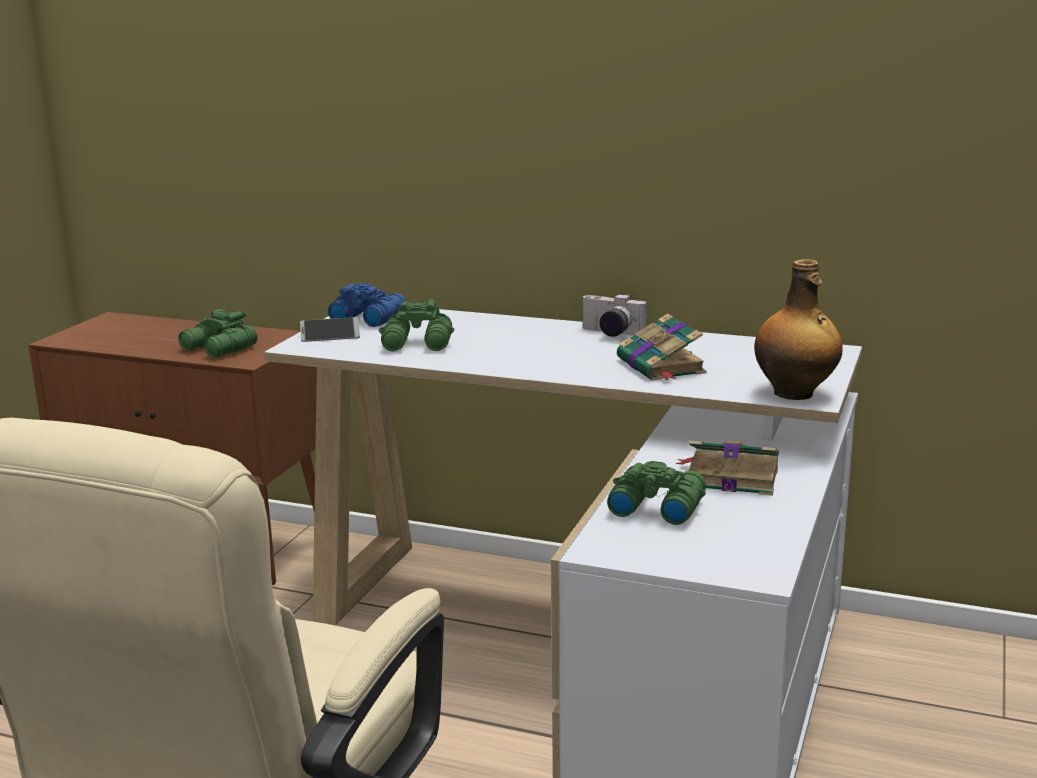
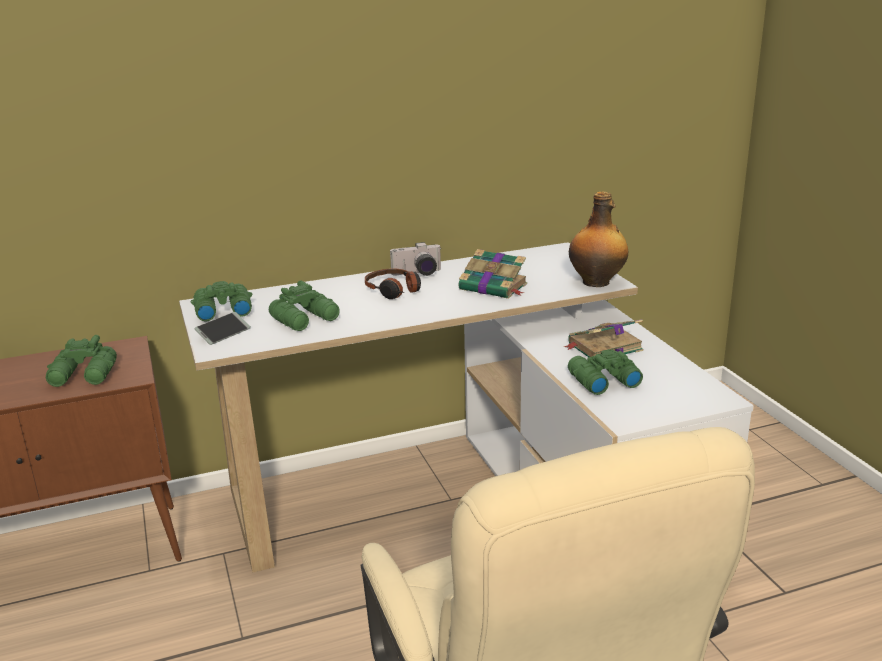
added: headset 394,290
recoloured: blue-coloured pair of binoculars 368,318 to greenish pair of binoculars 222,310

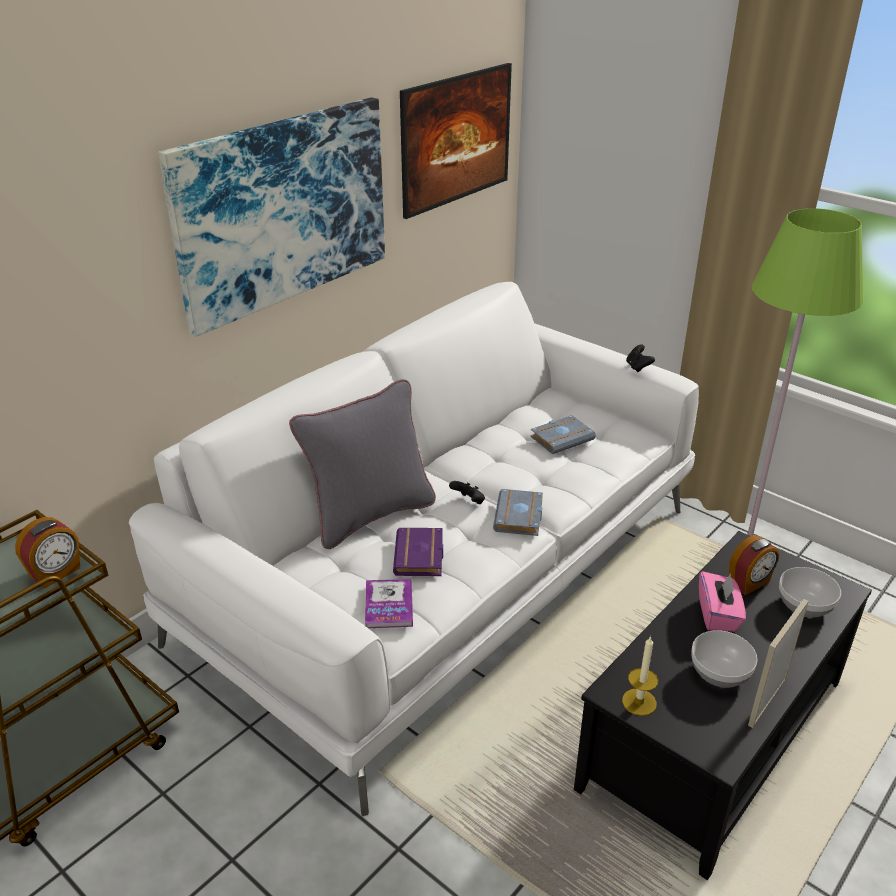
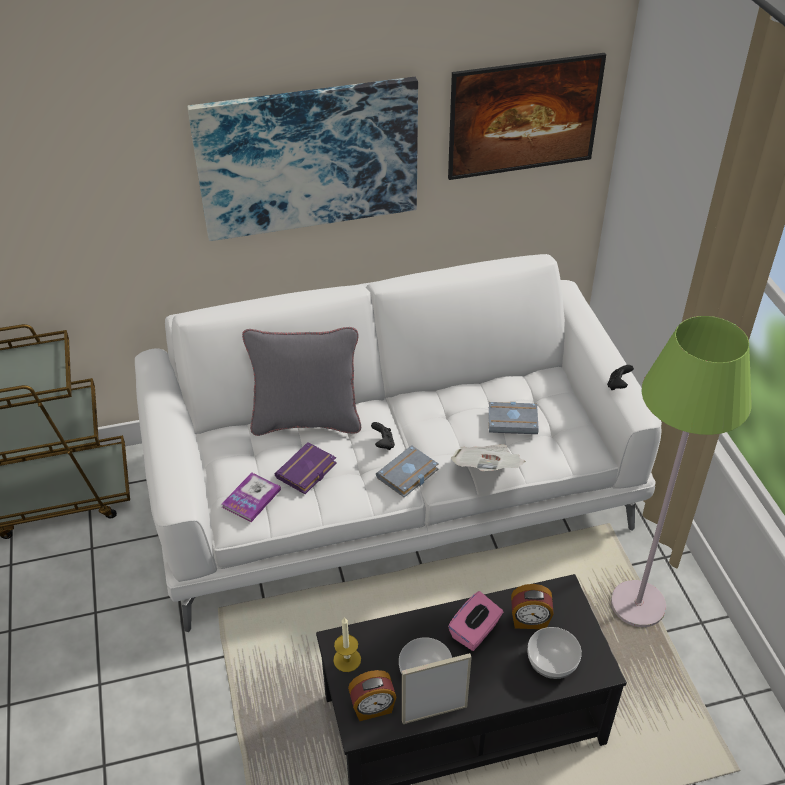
added: newspaper 487,470
moved: alarm clock 56,573 to 373,708

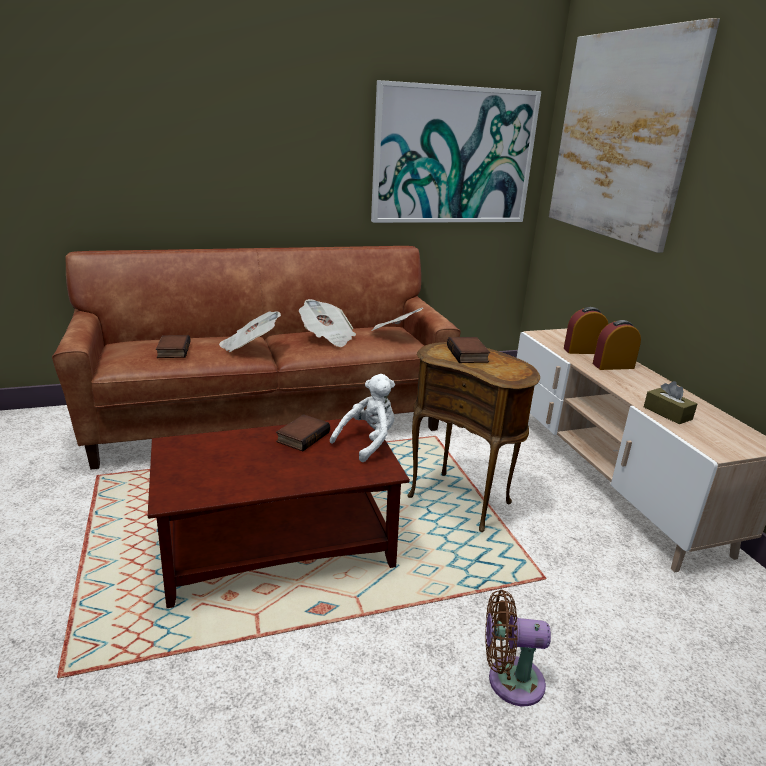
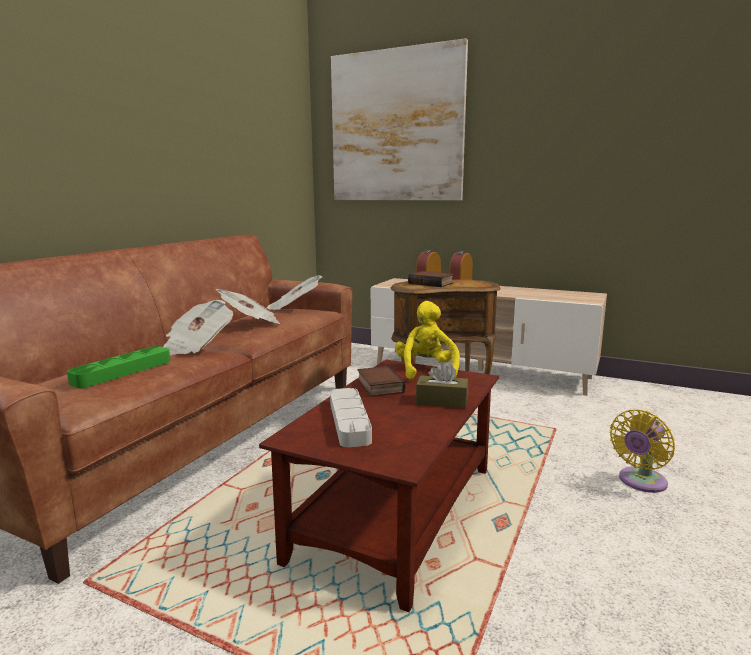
removed: wall art 453,156
added: gray carrying tray 349,421
moved: brown tissue box 667,413 to 442,401
replaced: book 172,350 to greenish carrying tray 122,371
recoloured: white plush toy 368,442 to yellowish plush toy 426,370; brown fan 509,680 to yellowish fan 640,482

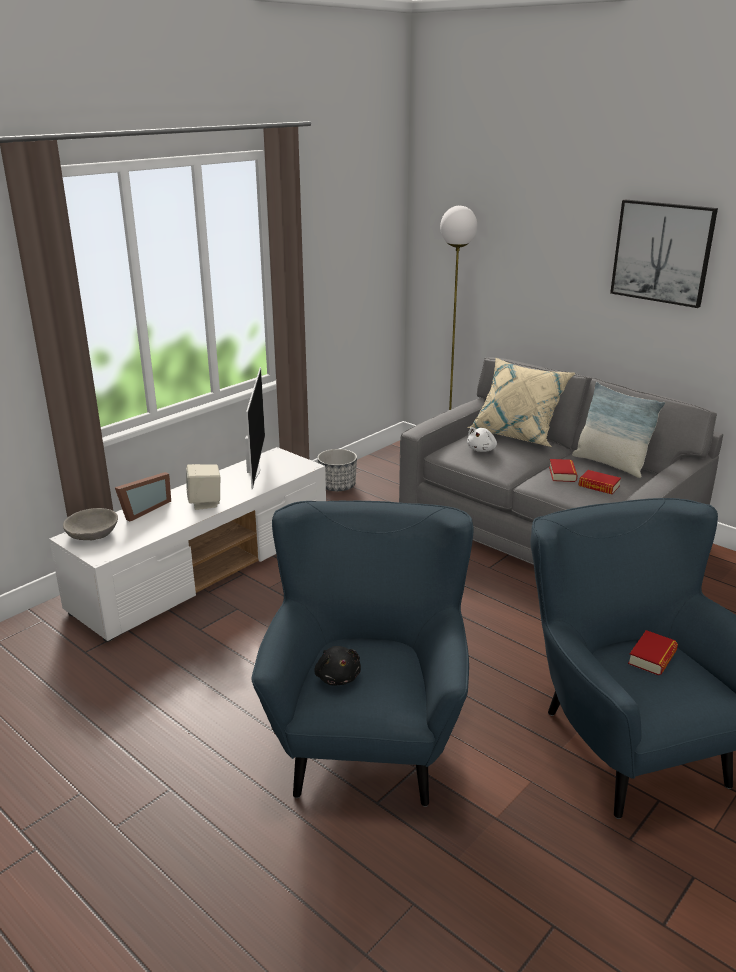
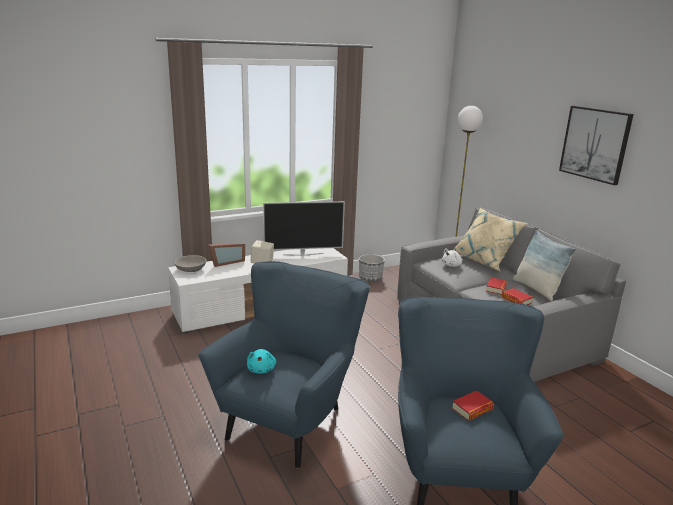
recoloured: blackish plush toy 337,677 to blue-green plush toy 261,369
turned: TV 253,471 = 303,254 60 degrees clockwise

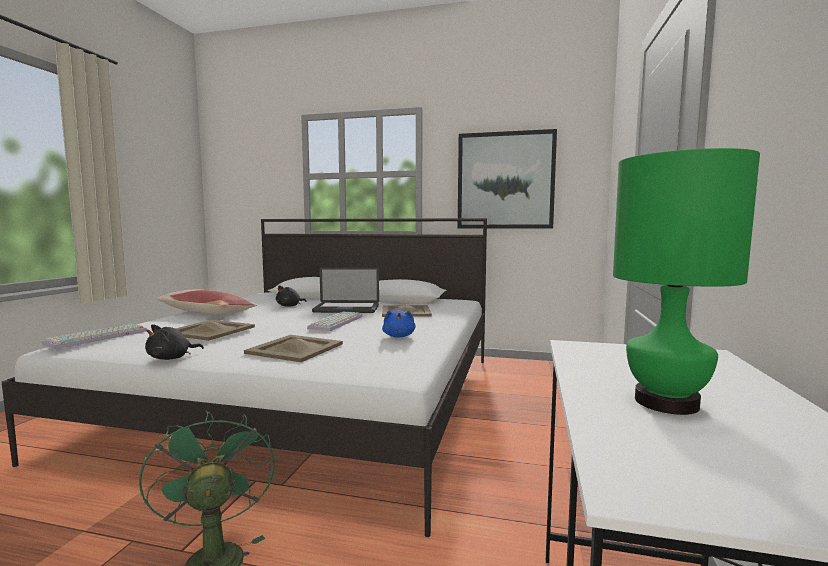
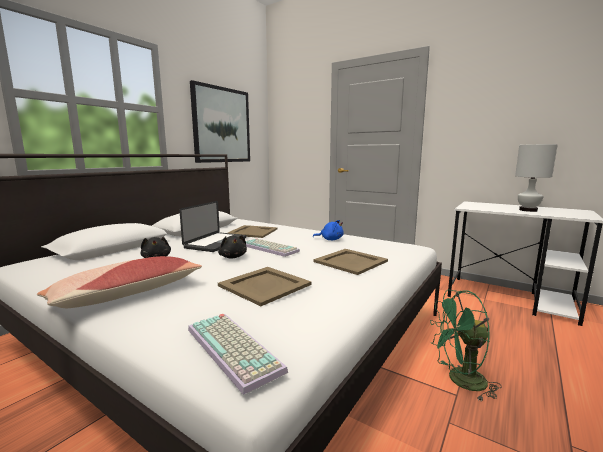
moved: blackish plush toy 172,358 to 233,257
recoloured: greenish lamp for a table 665,402 to white lamp for a table 527,210

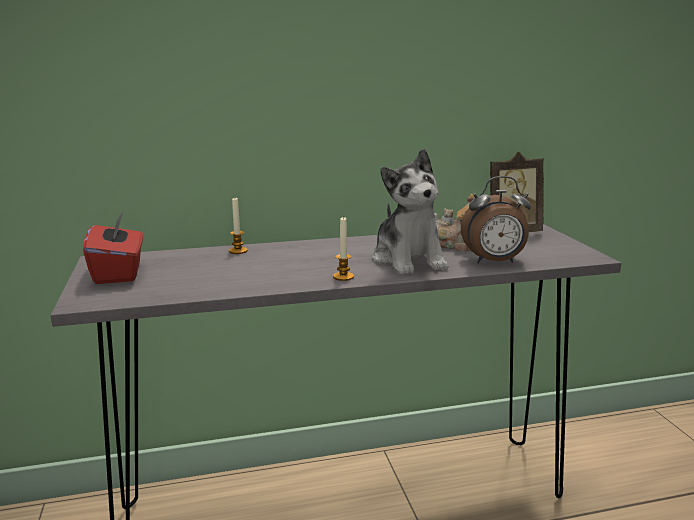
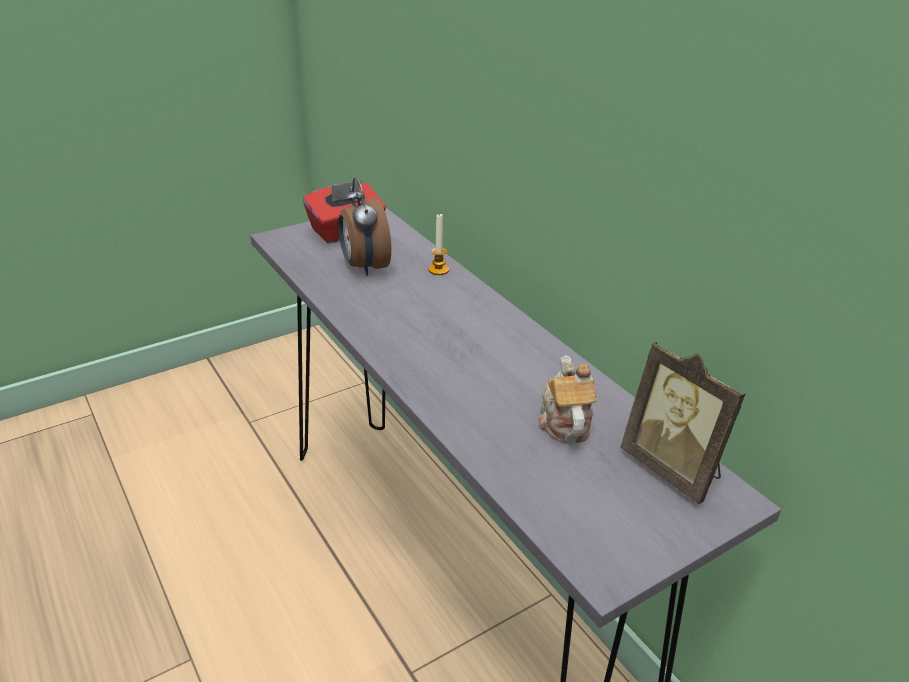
removed: wax light 343,277; plush toy 408,260
moved: alarm clock 494,262 to 364,266

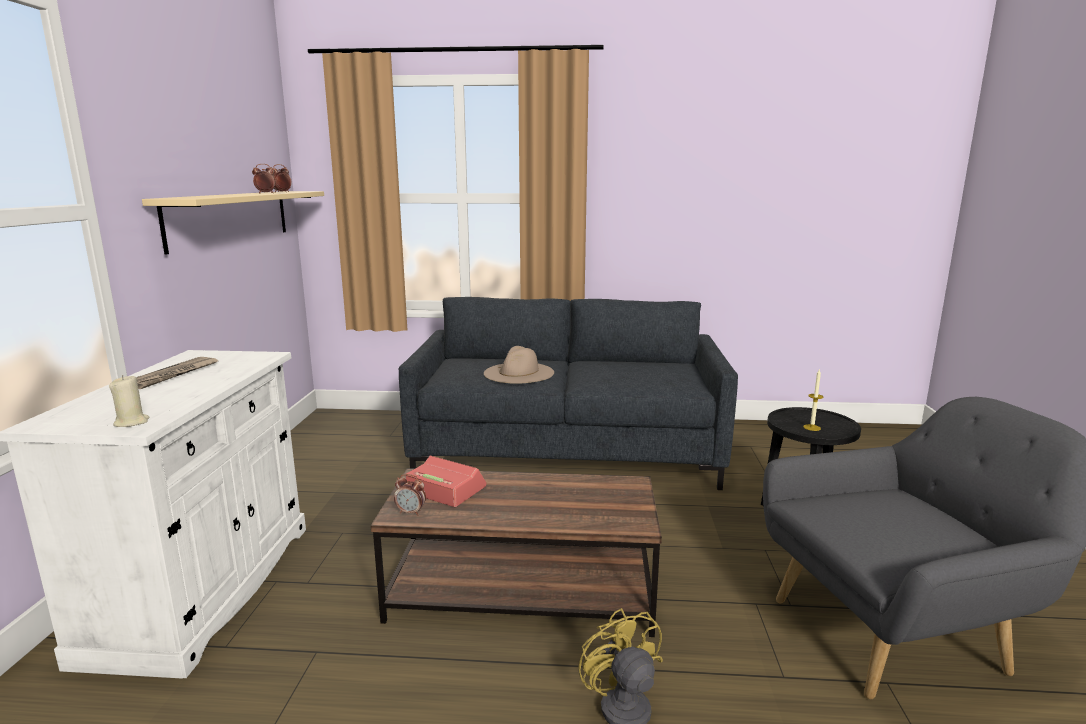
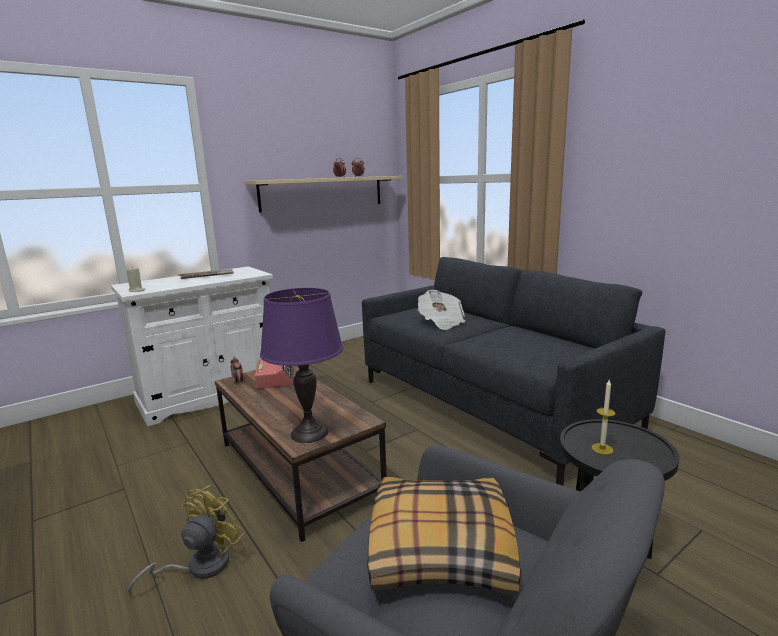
added: purple lamp for a table 309,433; pillow 439,546
replaced: beige hat 519,373 to newspaper 441,322

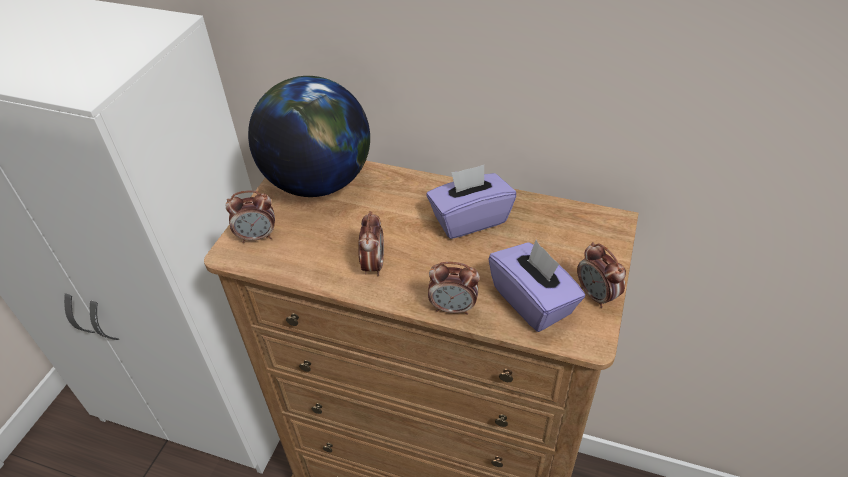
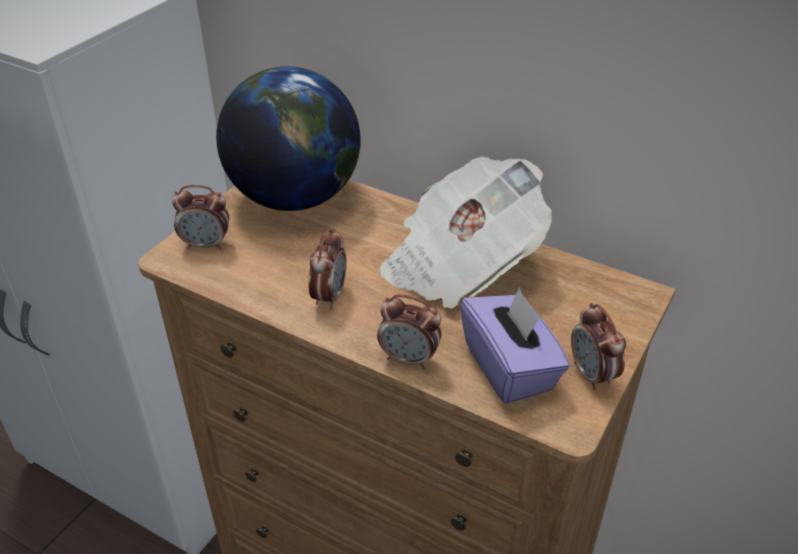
replaced: purple tissue box 469,219 to newspaper 460,264

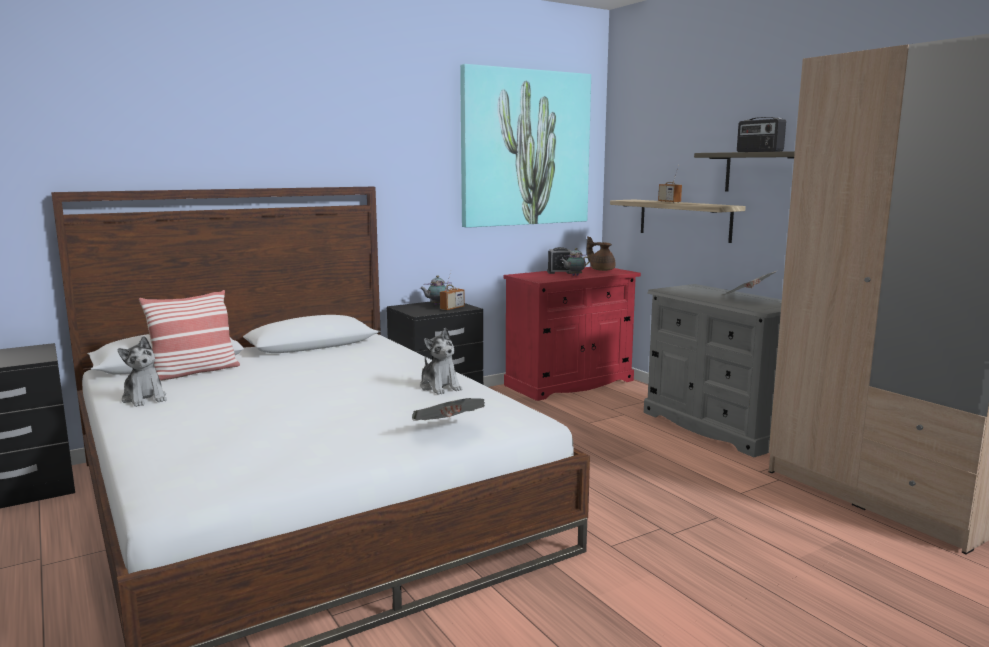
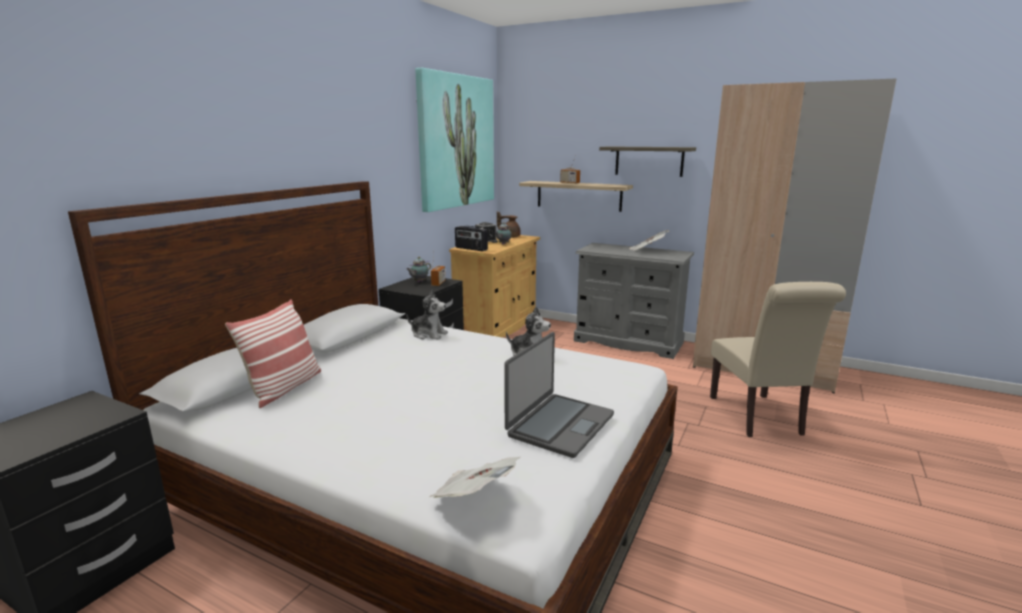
added: laptop 559,425; beige chair 758,418
moved: plush toy 145,398 to 428,334; newspaper 448,430 to 475,497; radio receiver 758,152 to 471,249
recoloured: red cabinet 569,383 to beige cabinet 497,327

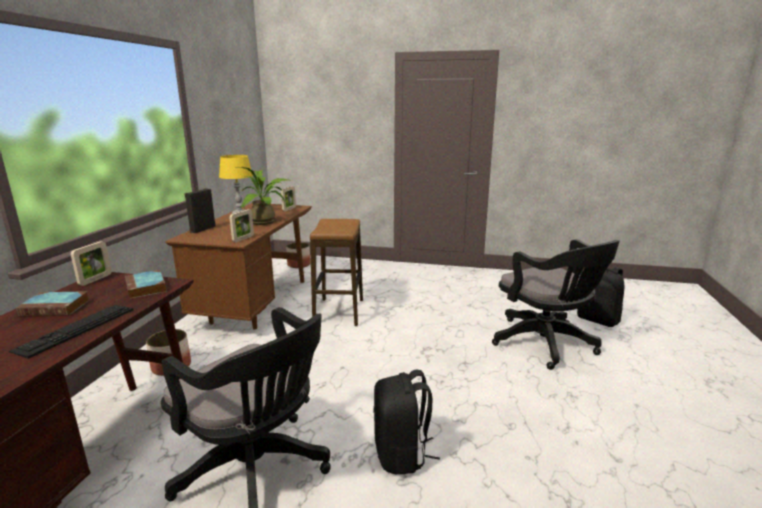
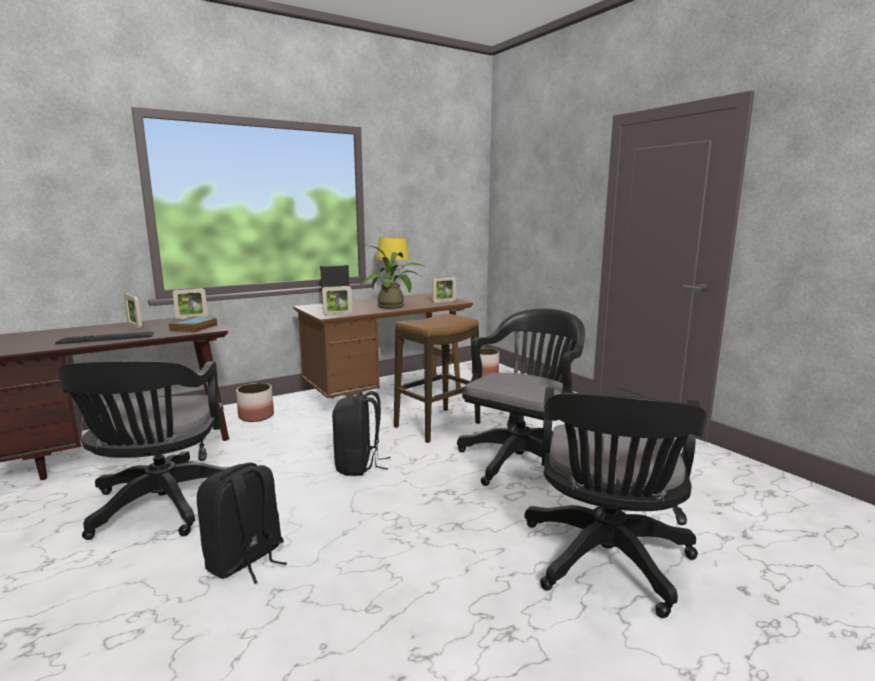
added: blackish office chair 522,458
moved: blackish rucksack 598,320 to 359,466
replaced: book 56,308 to standing frame 135,326

